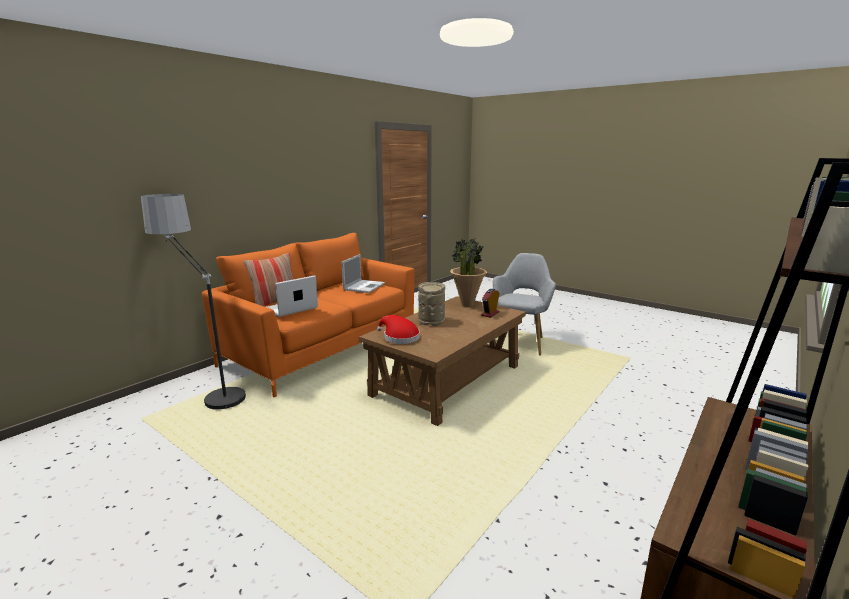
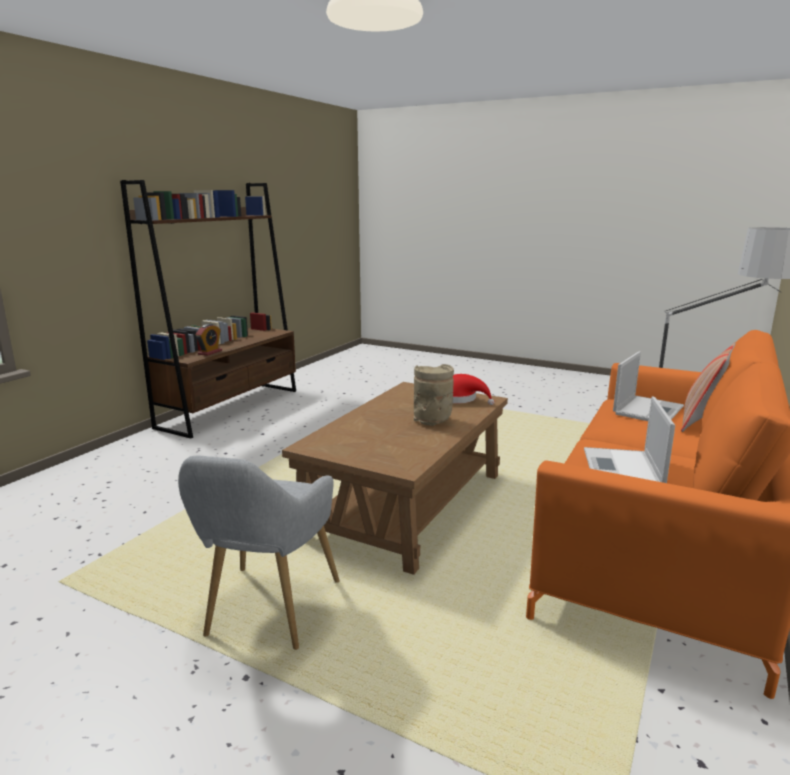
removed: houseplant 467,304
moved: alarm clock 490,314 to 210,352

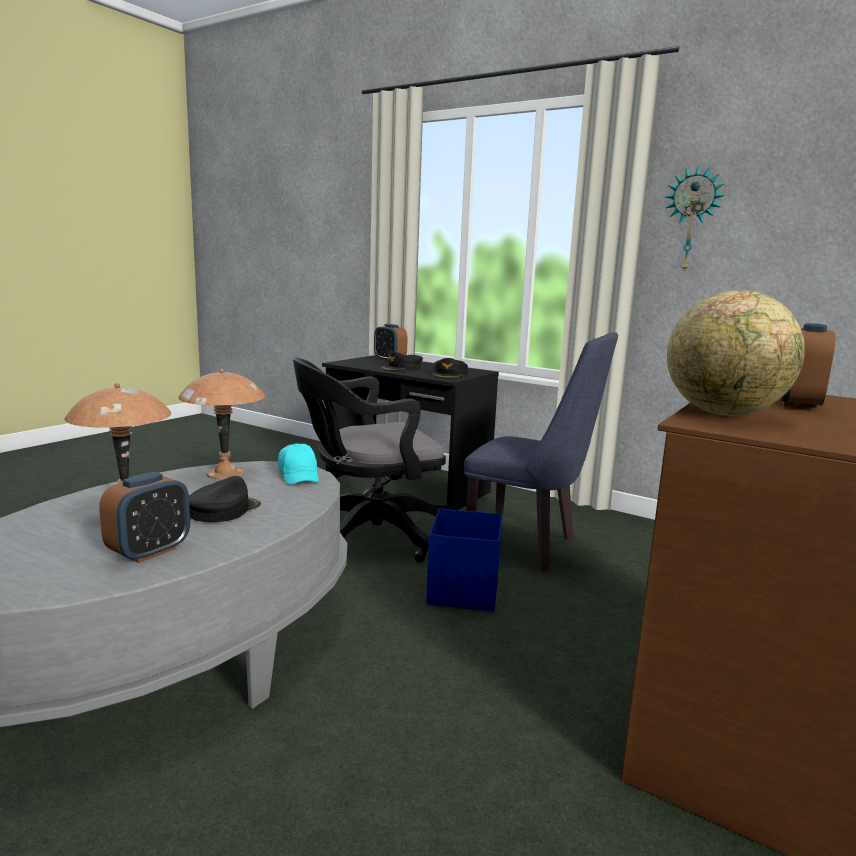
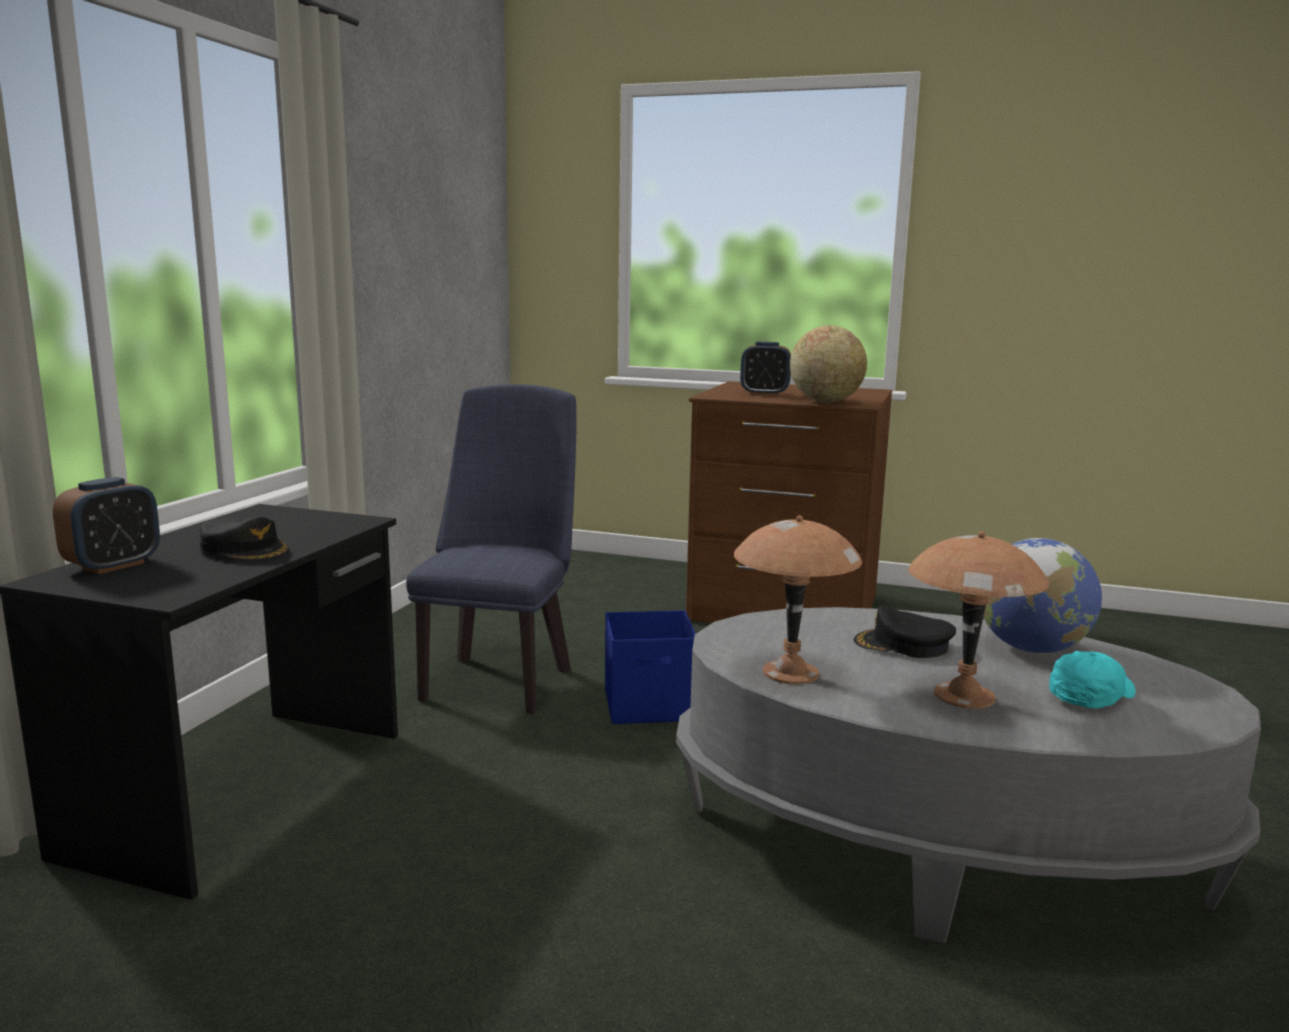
removed: blackish office chair 368,535; blackish cap 450,374; wall clock 692,220
moved: blue-green cap 299,476 to 1090,697
replaced: alarm clock 149,552 to globe 1031,649

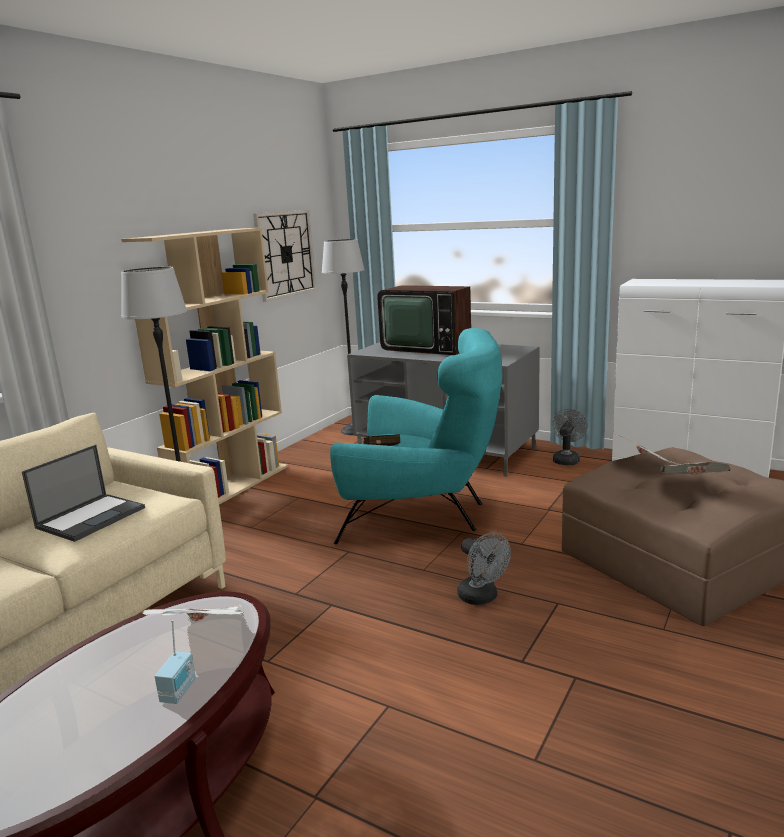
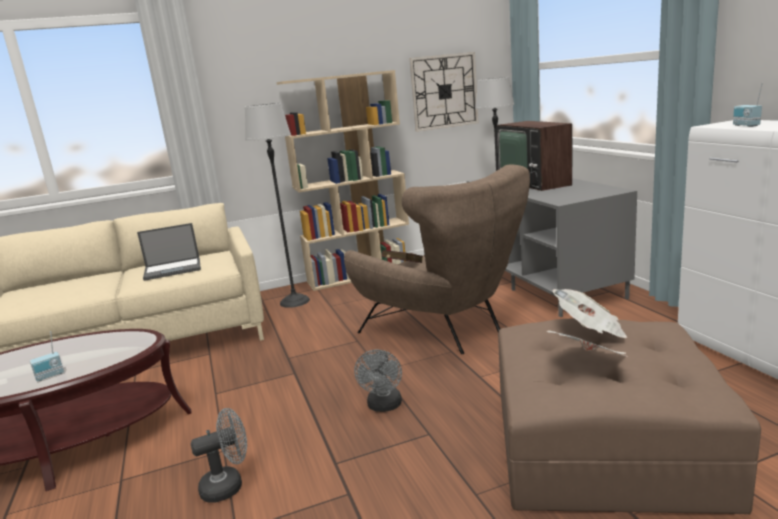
removed: newspaper 202,633
added: radio receiver 745,125
moved: gray fan 567,459 to 228,485
recoloured: blue-green lounge chair 424,513 to brown lounge chair 447,329

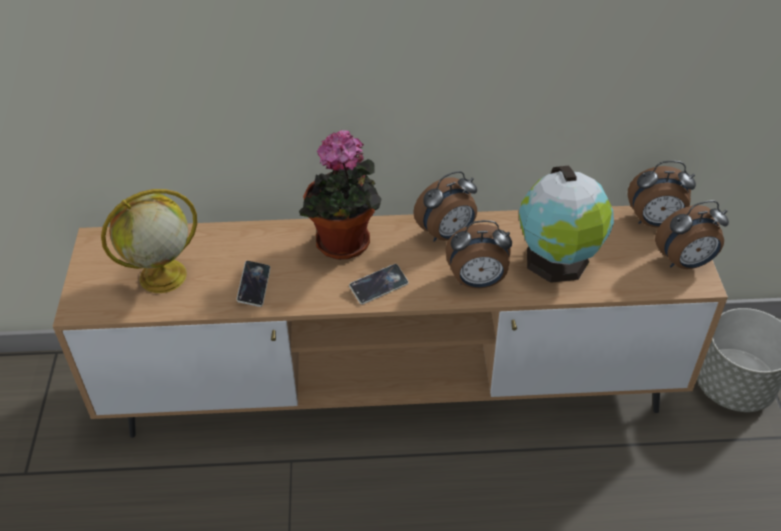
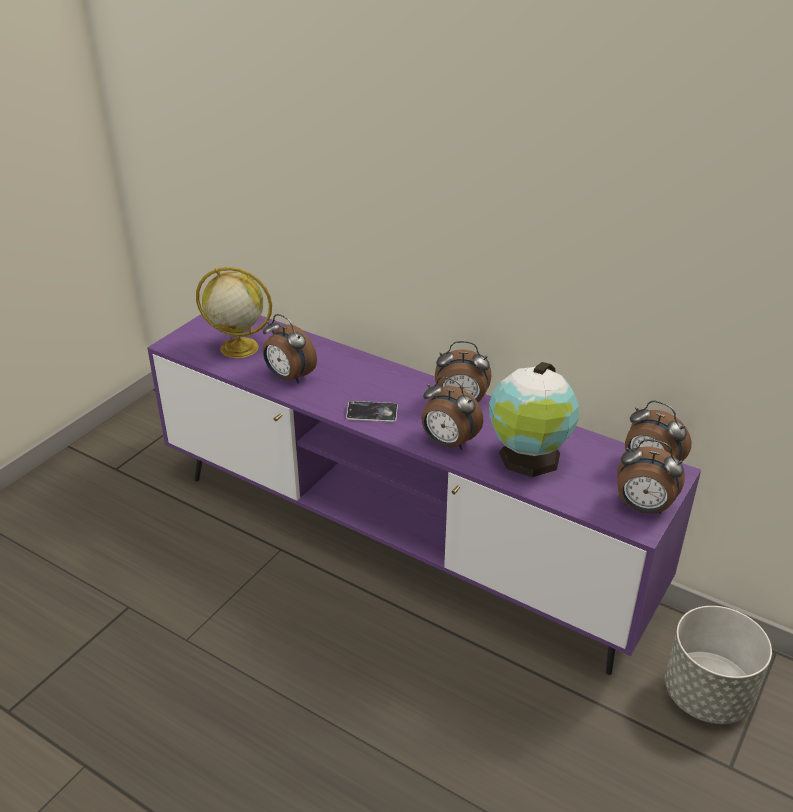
removed: houseplant 345,246
replaced: telephone 254,286 to alarm clock 289,377
recoloured: brown tv unit 391,389 to purple tv unit 398,541

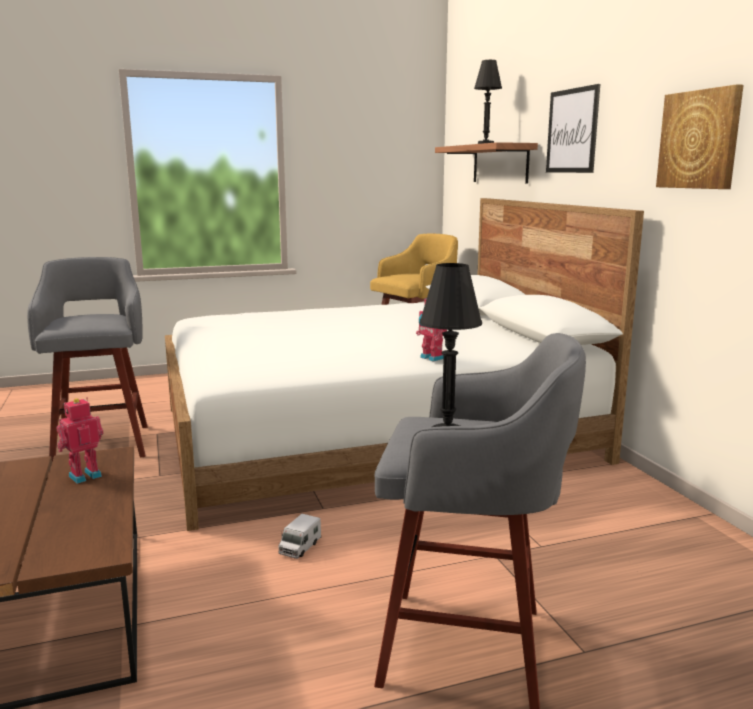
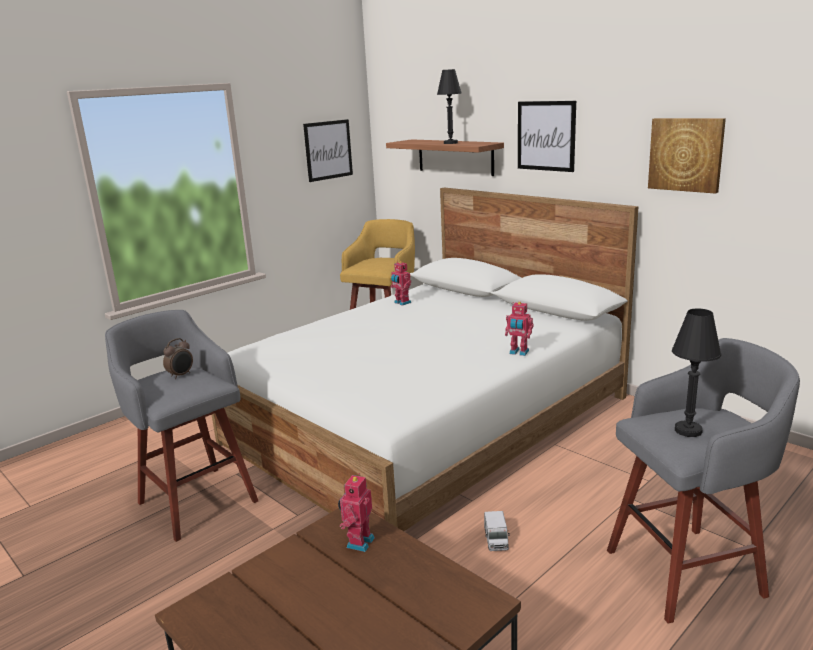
added: alarm clock 181,375; wall art 328,150; model robot 401,303

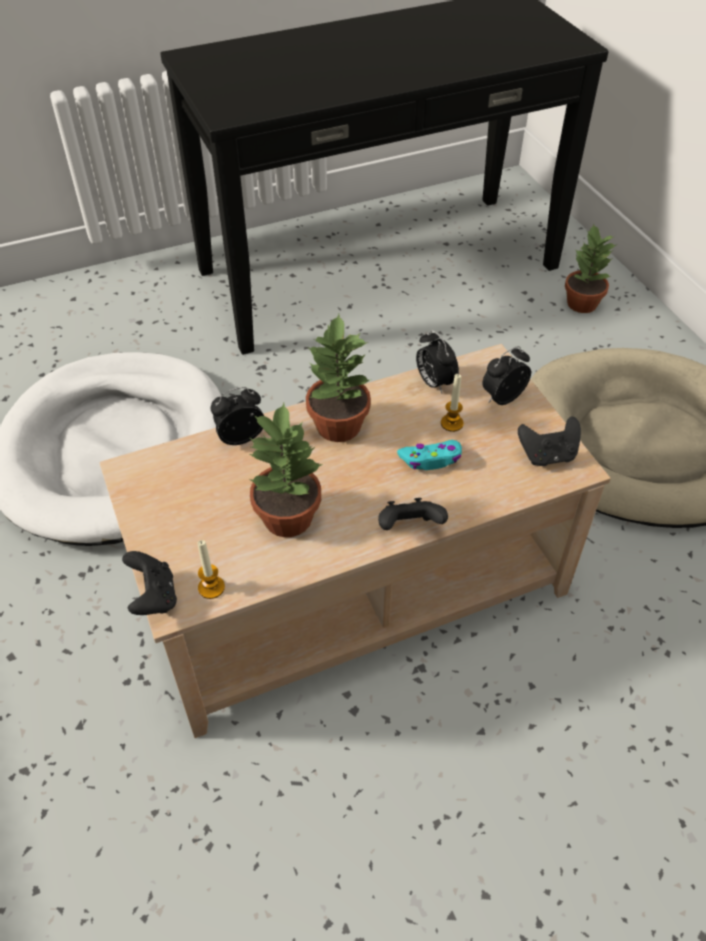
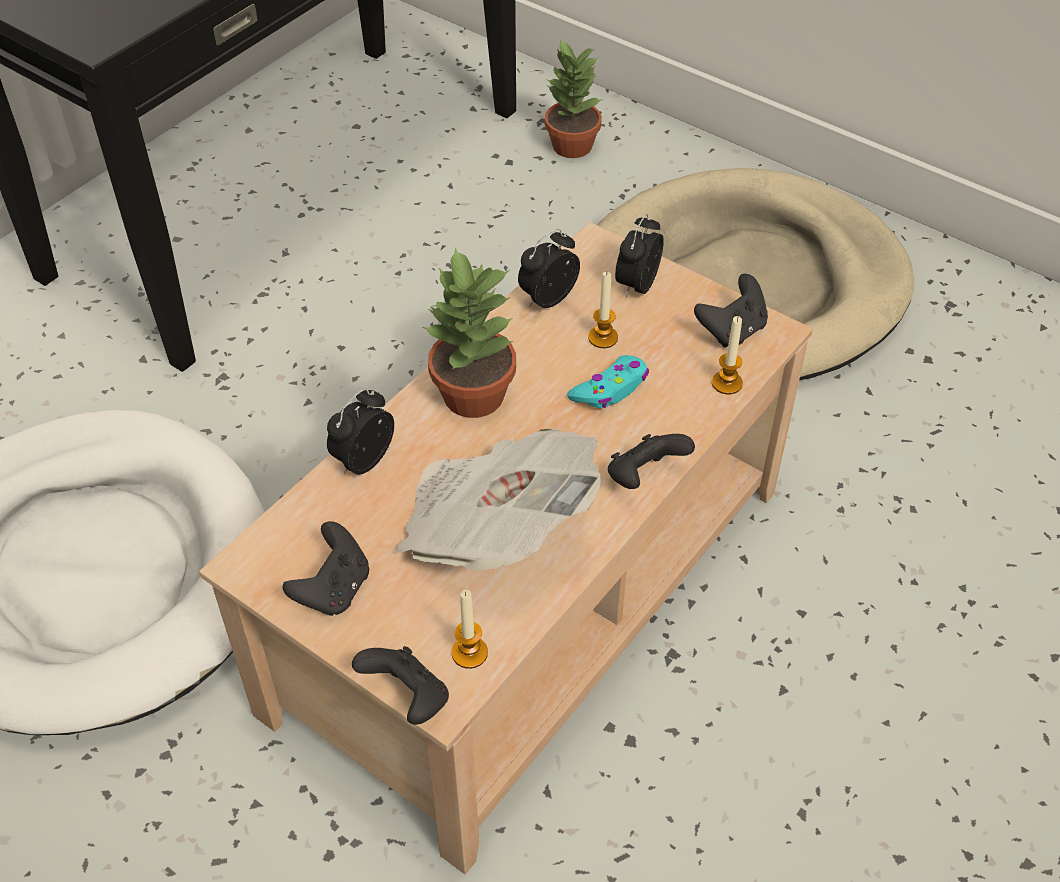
added: blackish game controller 333,589; wax light 727,383
replaced: houseplant 287,516 to newspaper 495,528
turned: alarm clock 434,383 = 547,298 105 degrees clockwise

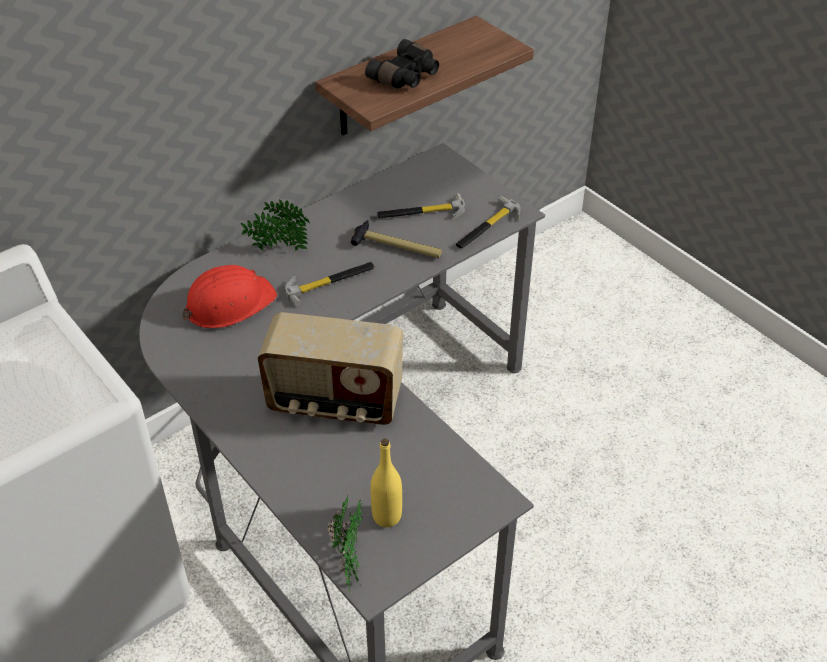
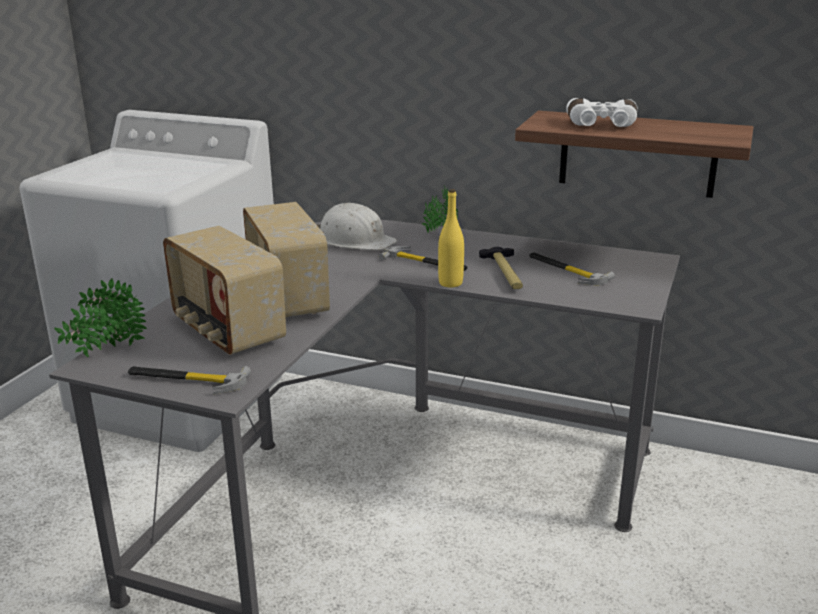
added: radio receiver 226,332
moved: yellowish beverage bottle 387,516 to 450,283; hammer 487,227 to 186,380
recoloured: red safety helmet 229,304 to white safety helmet 355,240; blackish pair of binoculars 406,76 to white pair of binoculars 601,125

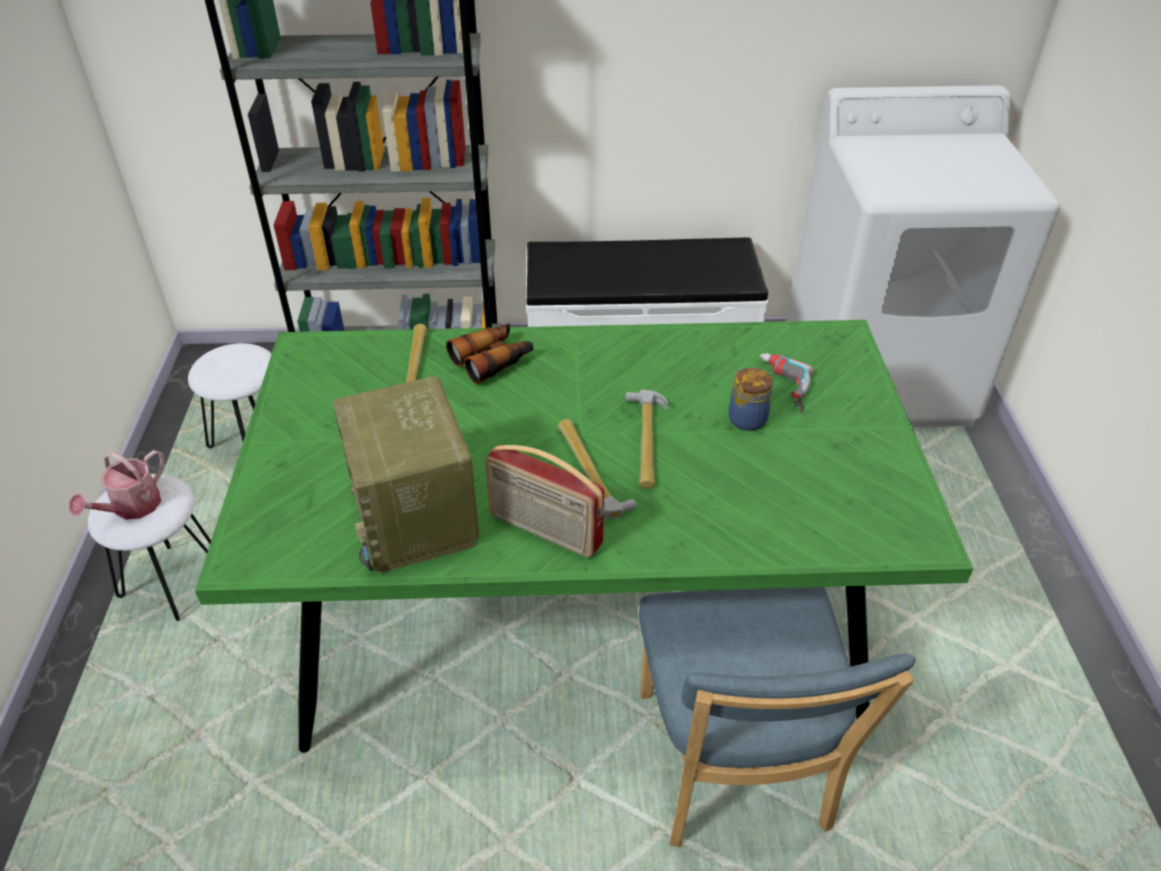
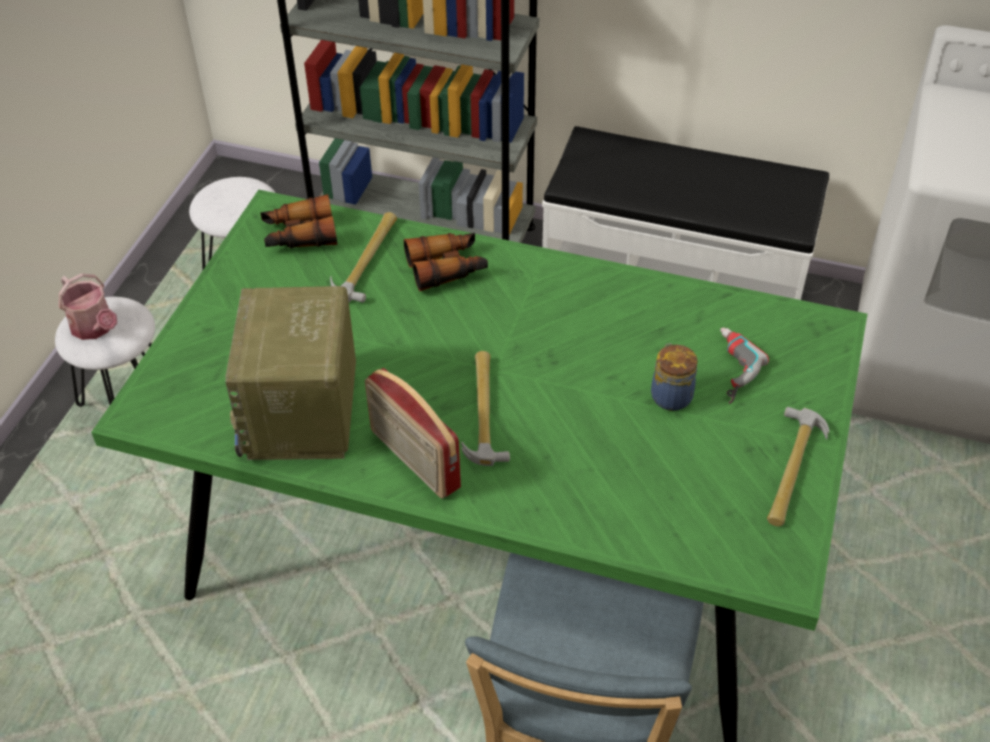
added: pair of binoculars 299,235
moved: hammer 646,441 to 791,469
turned: sprinkling can 131,508 = 95,328 90 degrees counterclockwise

